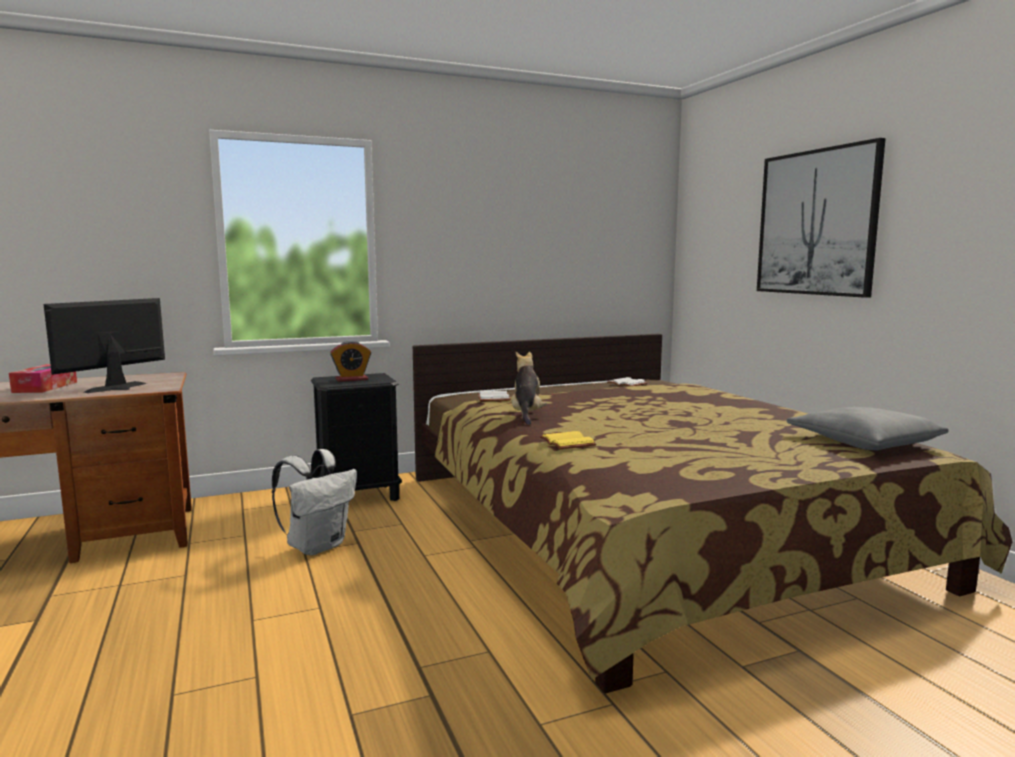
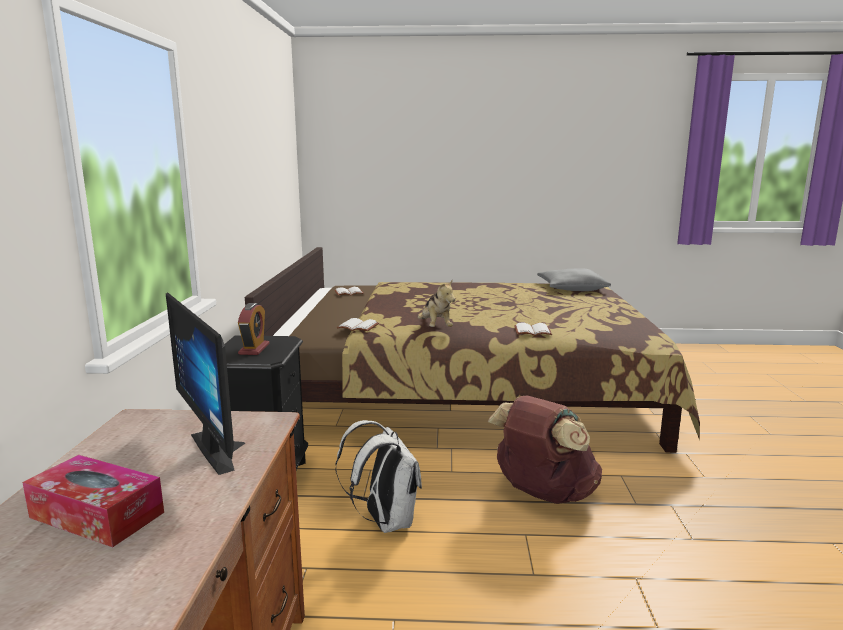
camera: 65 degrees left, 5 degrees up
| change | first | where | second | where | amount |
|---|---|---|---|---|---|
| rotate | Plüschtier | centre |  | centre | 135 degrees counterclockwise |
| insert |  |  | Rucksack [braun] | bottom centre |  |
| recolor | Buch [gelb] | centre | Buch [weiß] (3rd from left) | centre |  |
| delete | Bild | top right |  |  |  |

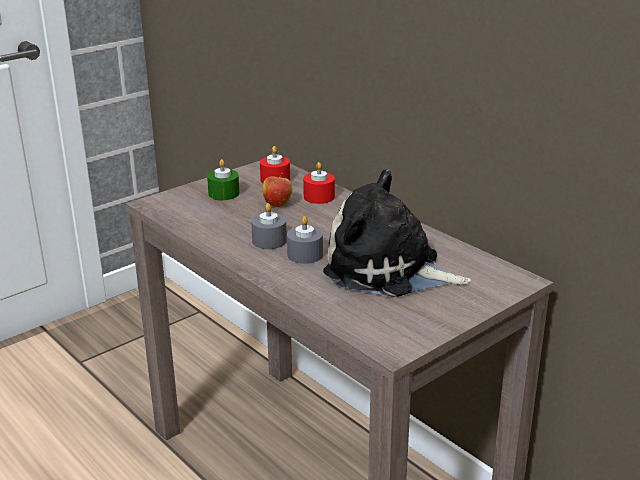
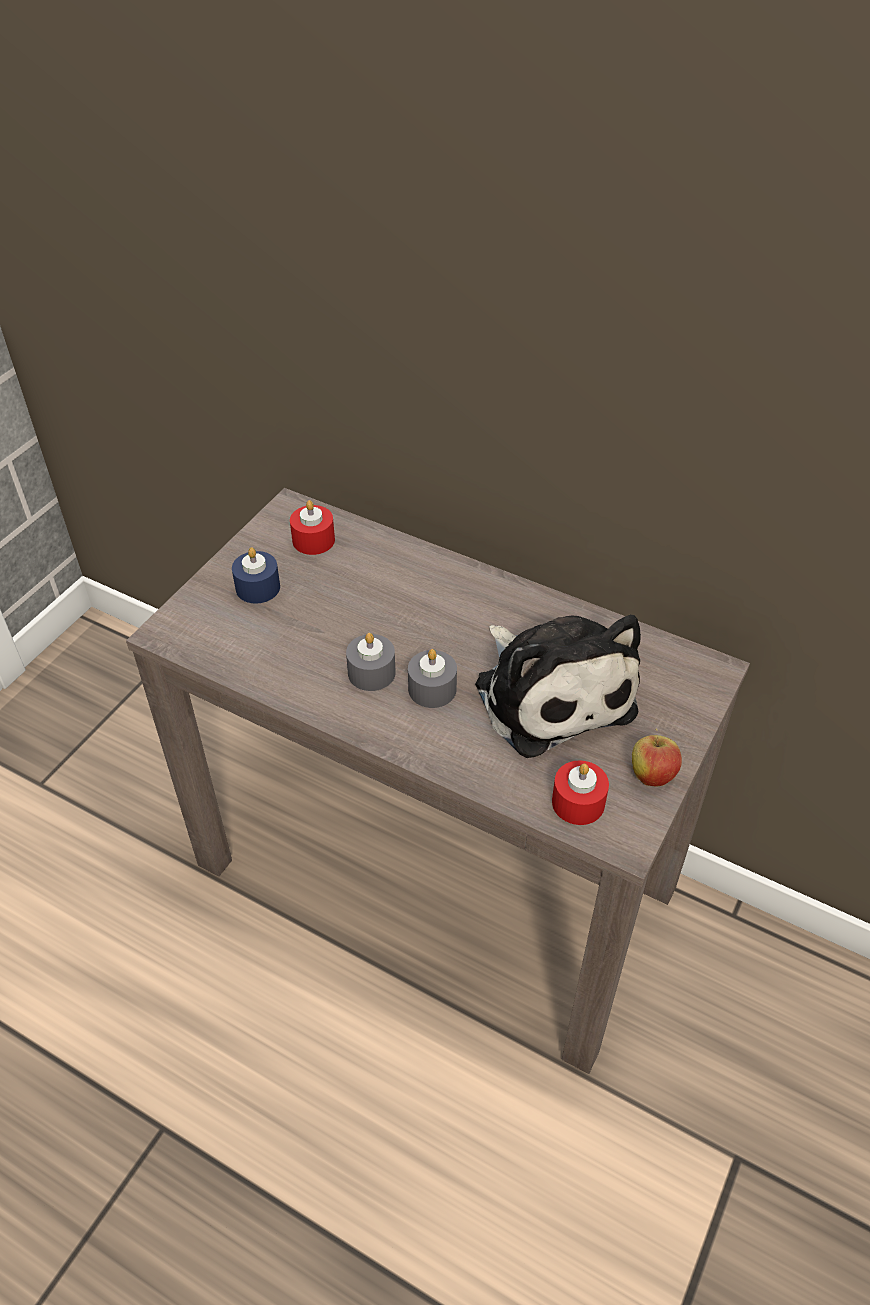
camera: 20 degrees left, 20 degrees up
| change | first | where | second | where | amount |
|---|---|---|---|---|---|
| recolor | Kerze [grün] | centre | Kerze [blau] | middle left |  |
| rotate | Plüschtier | centre |  | centre | 120 degrees counterclockwise |
| move | Kerze [rot] (2nd from left) | centre |  | middle right |  |
| move | Apfel | centre |  | middle right |  |

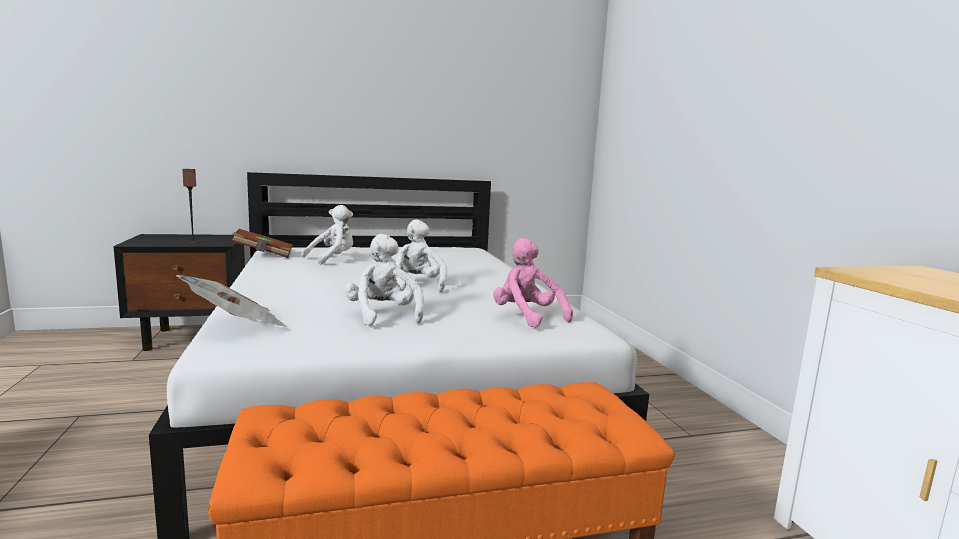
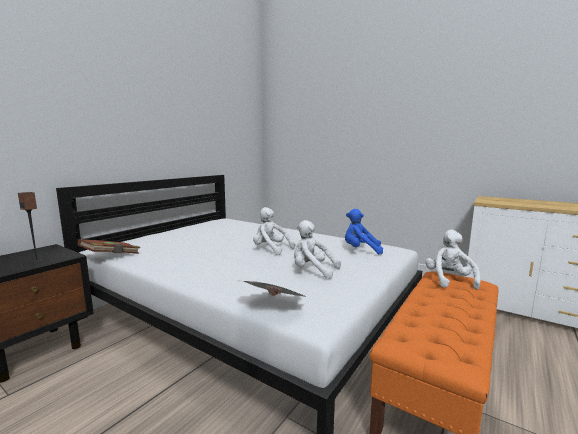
camera: 40 degrees left, 0 degrees up
| change | first | where | second | where | amount |
|---|---|---|---|---|---|
| recolor | Plüschtier [rosa] | centre | Plüschtier [blau] | centre |  |
| move | Plüschtier [weiß] (1st from left in the first image) | centre | Plüschtier [weiß] (3rd from left) | middle right |  |

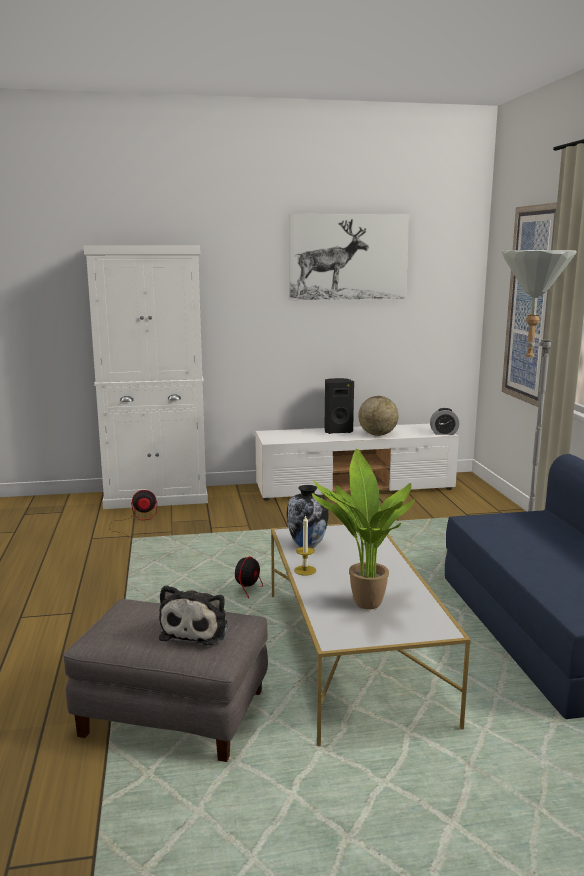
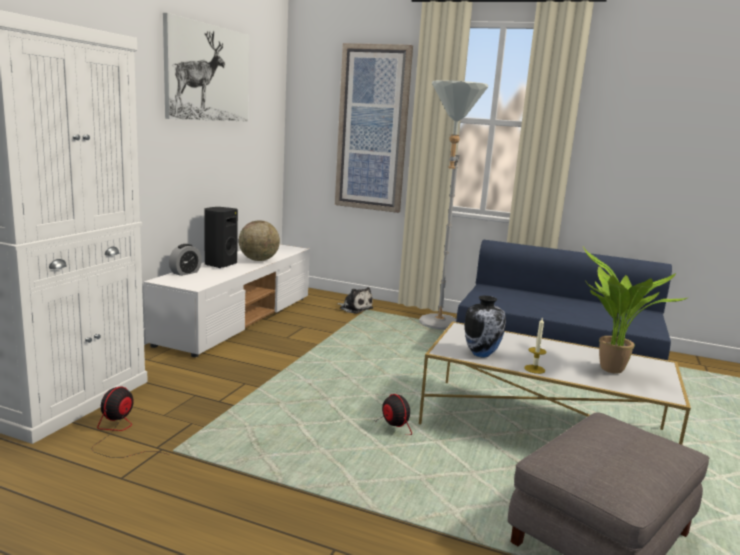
camera: 60 degrees left, 0 degrees up
| change | first | where | second | where | amount |
|---|---|---|---|---|---|
| move | Wecker | middle right |  | middle left |  |
| move | Plüschtier | bottom left |  | centre |  |

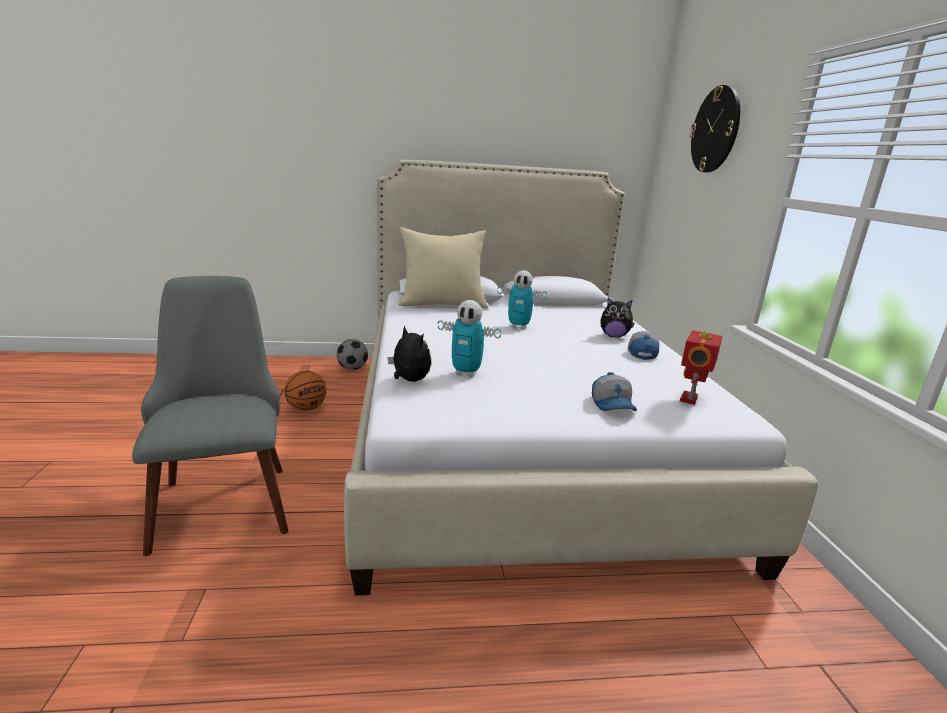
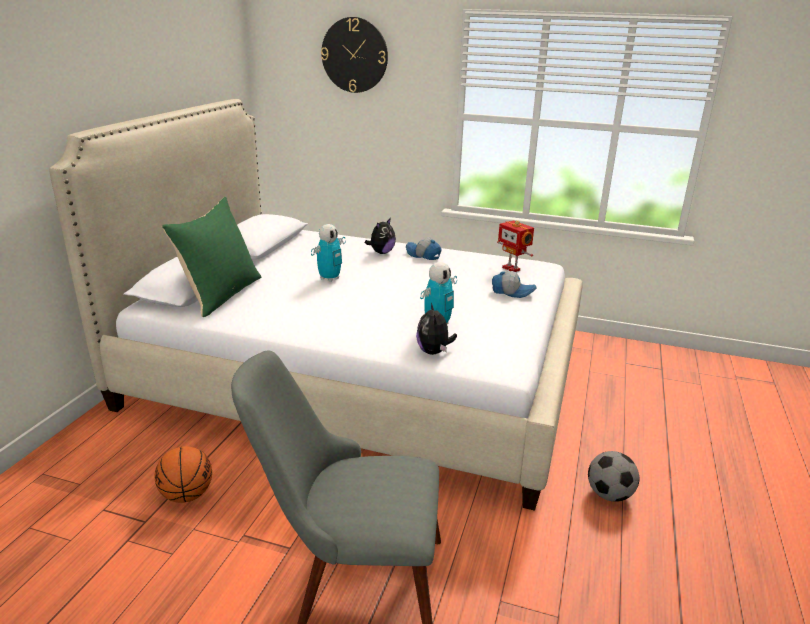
camera: 65 degrees left, 5 degrees up
| change | first | where | second | where | amount |
|---|---|---|---|---|---|
| recolor | Kissen [beige] | centre | Kissen [grün] | middle left |  |
| rotate | Plüschtier (1st from left in the first image) | centre | Plüschtier (2nd from left) | centre | 75 degrees counterclockwise |
| move | Fußball | centre |  | bottom right |  |

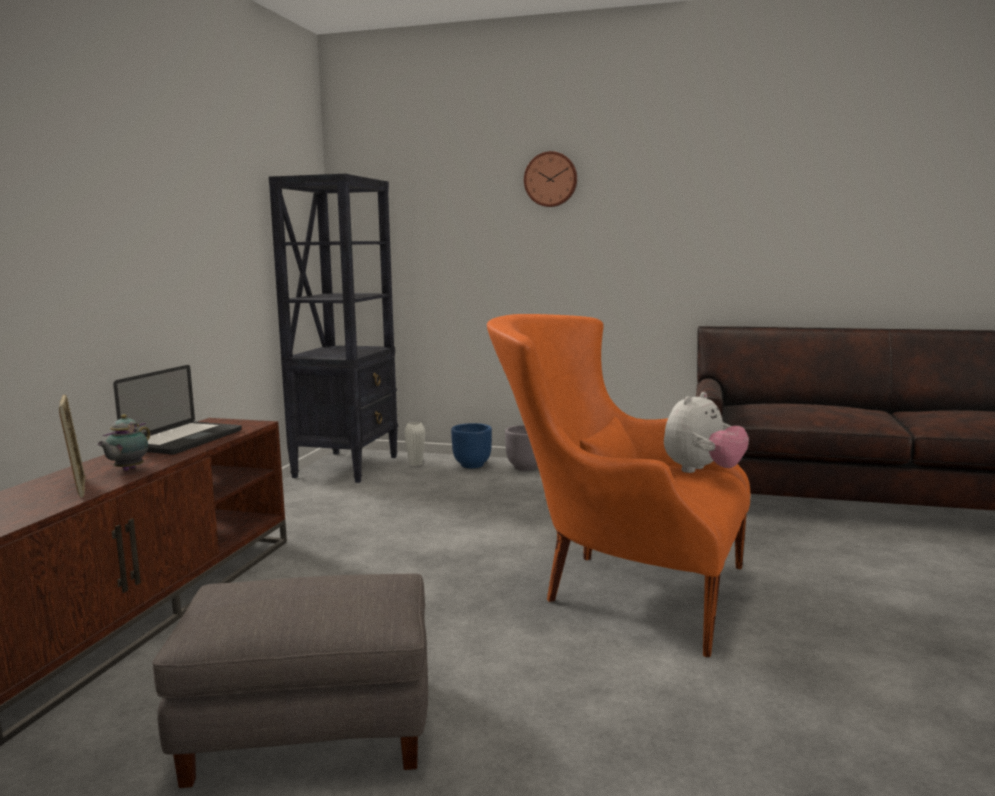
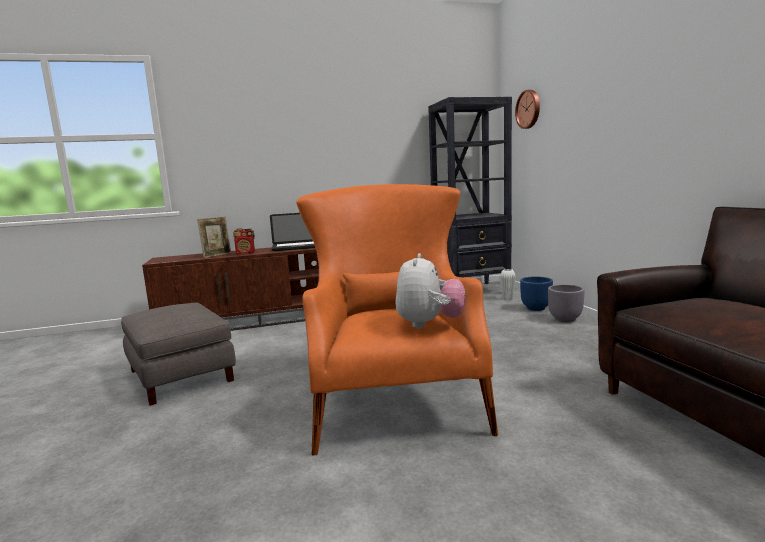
camera: 60 degrees right, 0 degrees up
| change | first | where | second | where | amount |
|---|---|---|---|---|---|
| replace | Teekanne | middle left | Radio | middle left |  |
| rotate | Plüschtier | middle right |  | centre | 90 degrees counterclockwise |
| move | Wanduhr | top centre |  | top right |  |

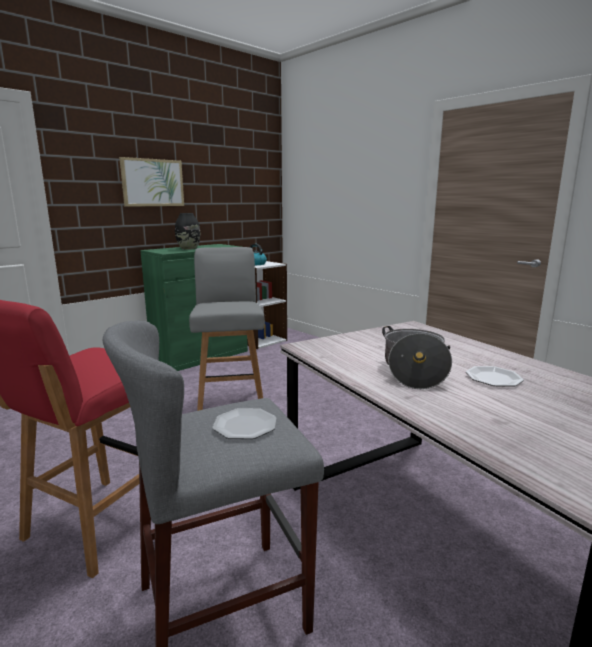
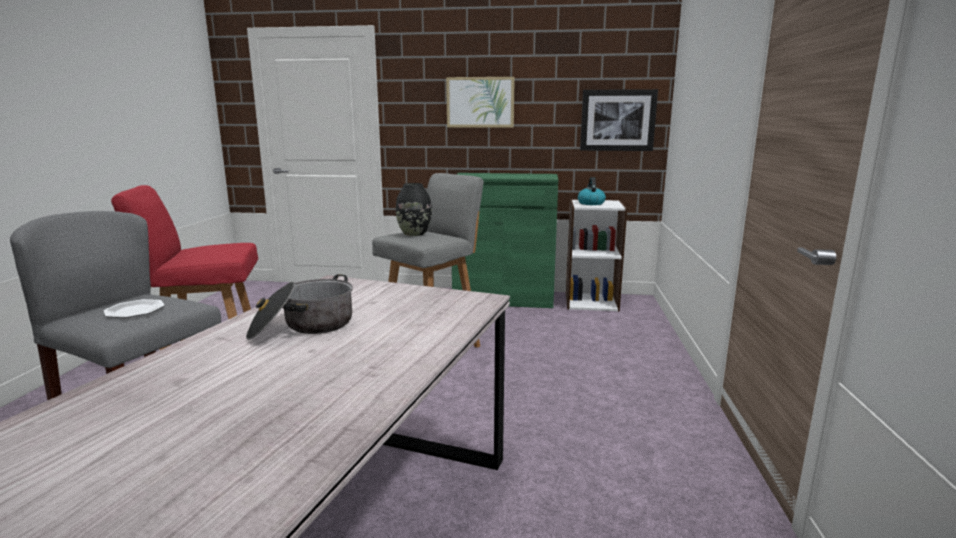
camera: 50 degrees right, 0 degrees up
| change | first | where | second | where | amount |
|---|---|---|---|---|---|
| move | Vase [schwarz] | middle left |  | centre |  |
| insert |  |  | Bild (2nd from left) | top centre |  |
| delete | Teller (2nd from left) | middle right |  |  |  |

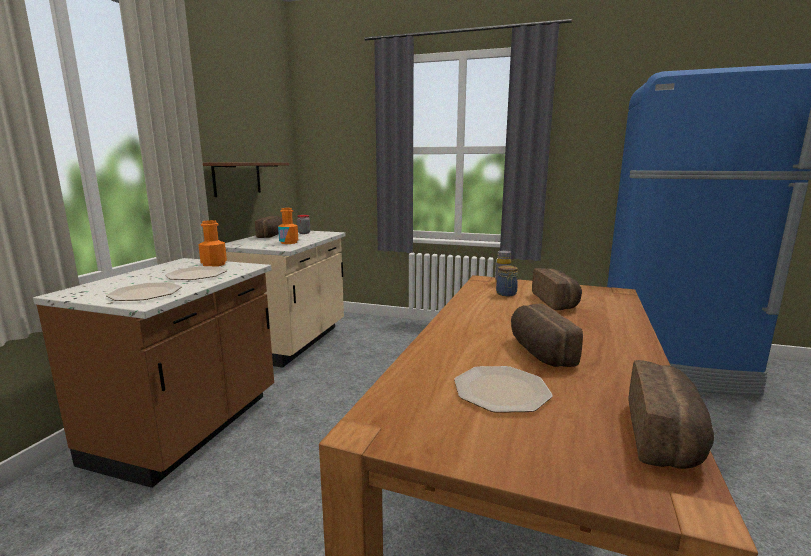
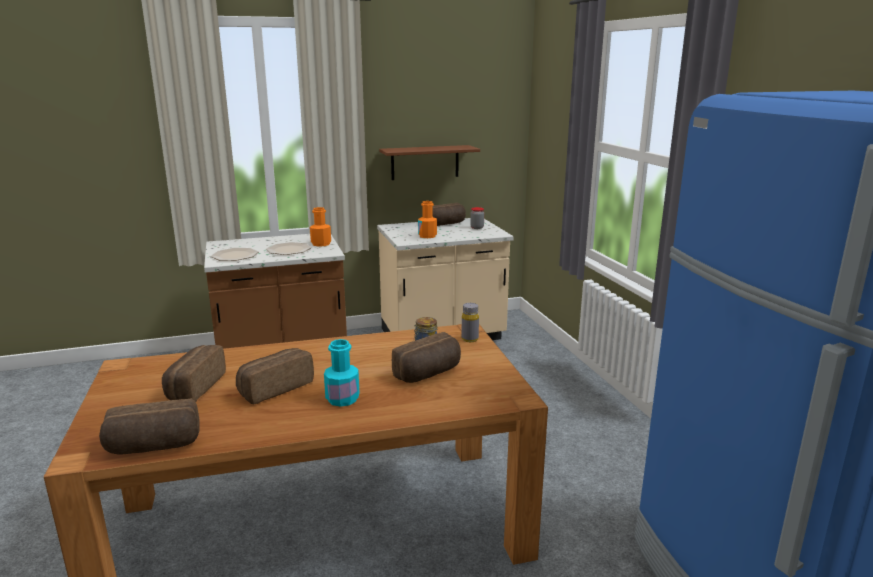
camera: 55 degrees right, 5 degrees up
| change | first | where | second | where | amount |
|---|---|---|---|---|---|
| replace | Teller (3rd from left) | bottom centre | Brot (2nd from left) | middle left |  |
| insert |  |  | Flasche [türkis] | centre |  |

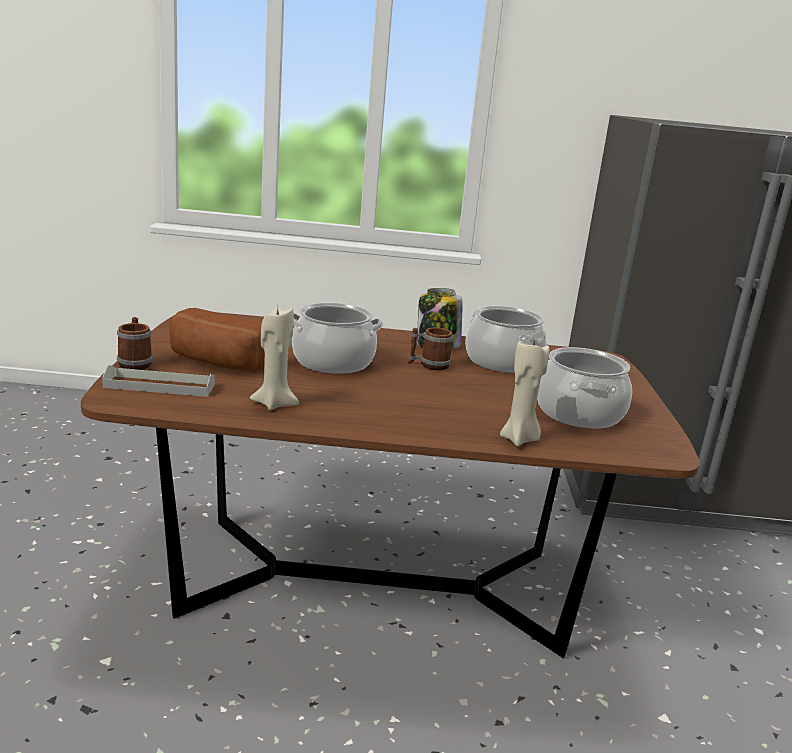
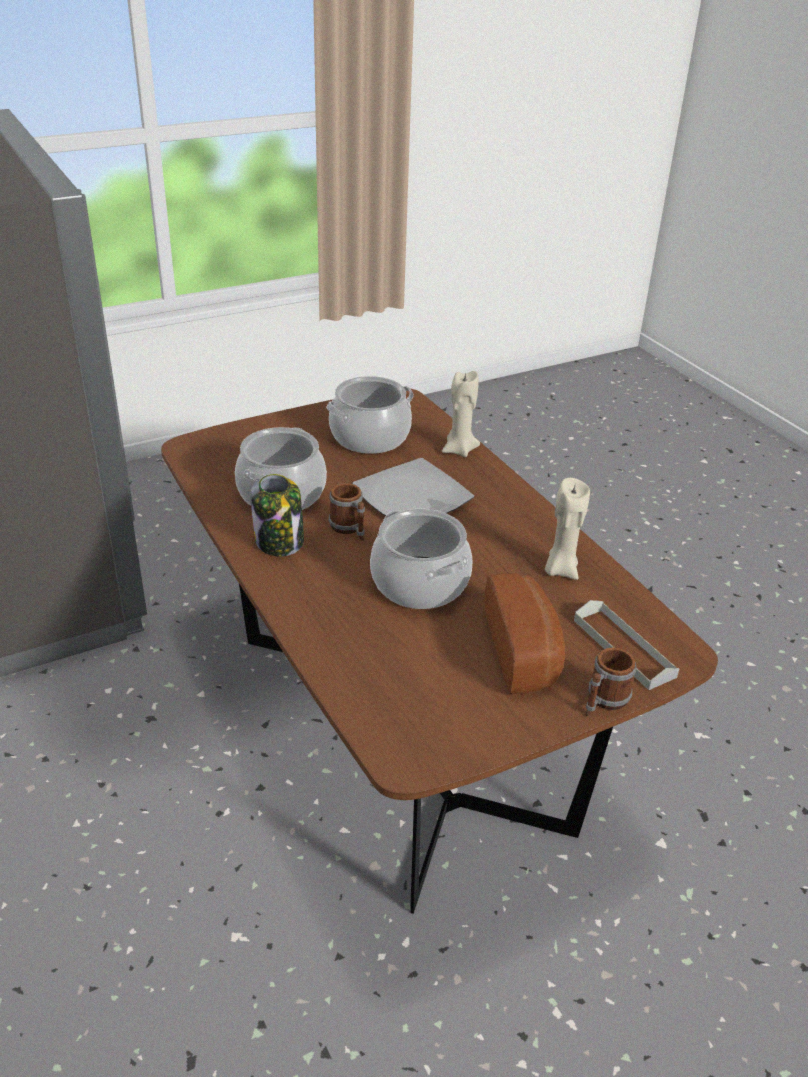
camera: 120 degrees left, 15 degrees up
| change | first | where | second | where | amount |
|---|---|---|---|---|---|
| insert |  |  | Teller | centre |  |

